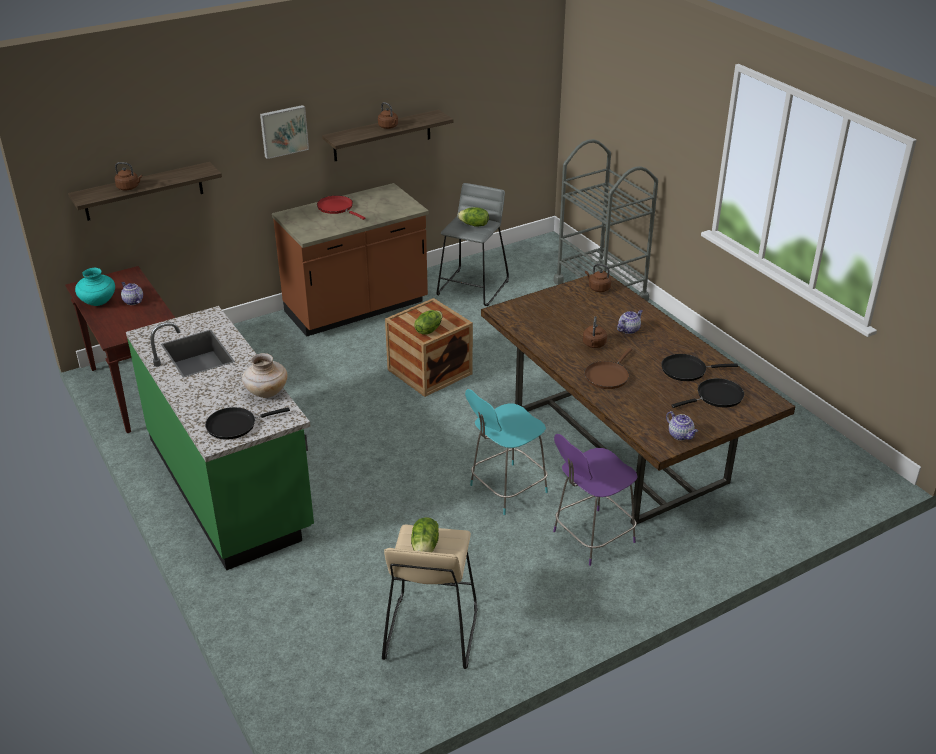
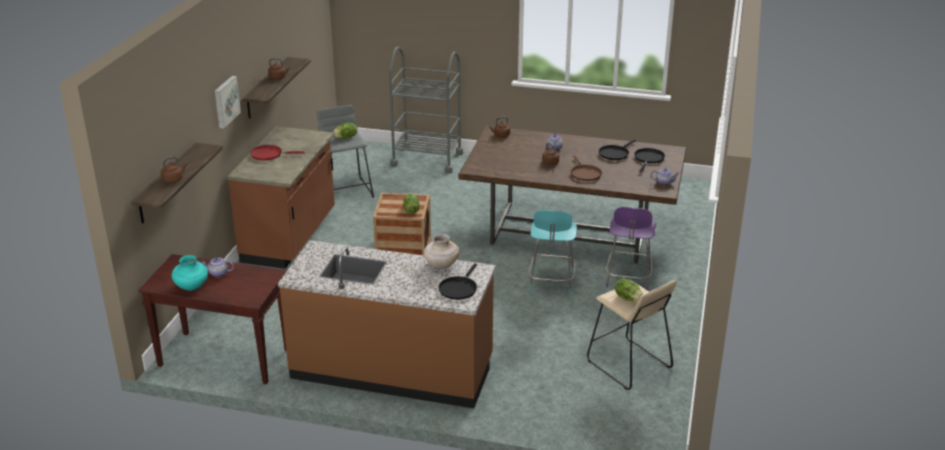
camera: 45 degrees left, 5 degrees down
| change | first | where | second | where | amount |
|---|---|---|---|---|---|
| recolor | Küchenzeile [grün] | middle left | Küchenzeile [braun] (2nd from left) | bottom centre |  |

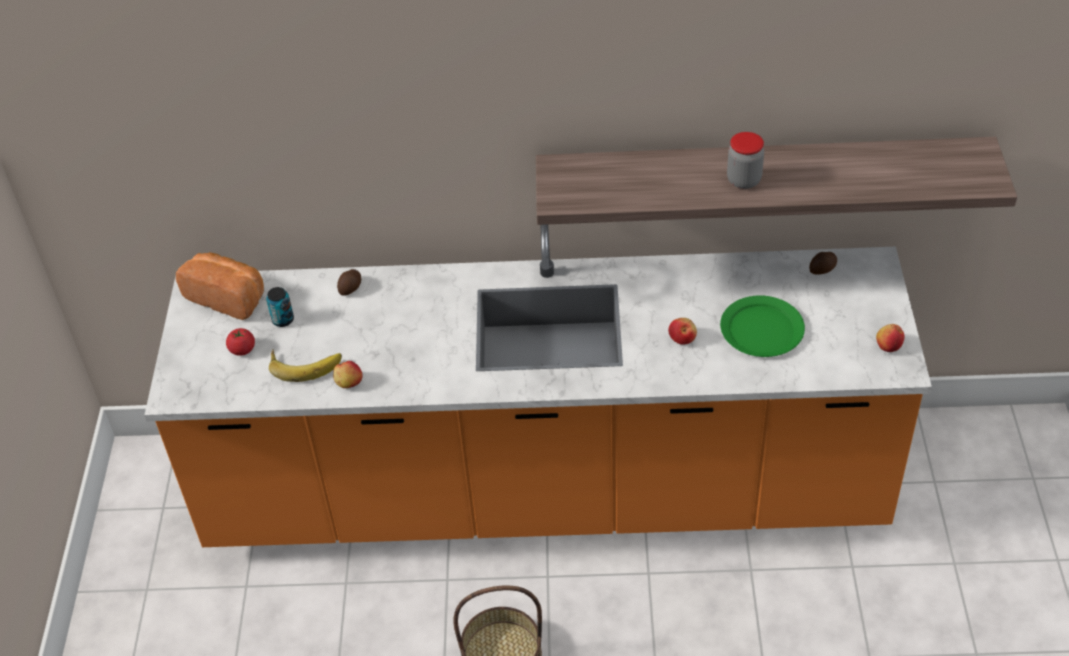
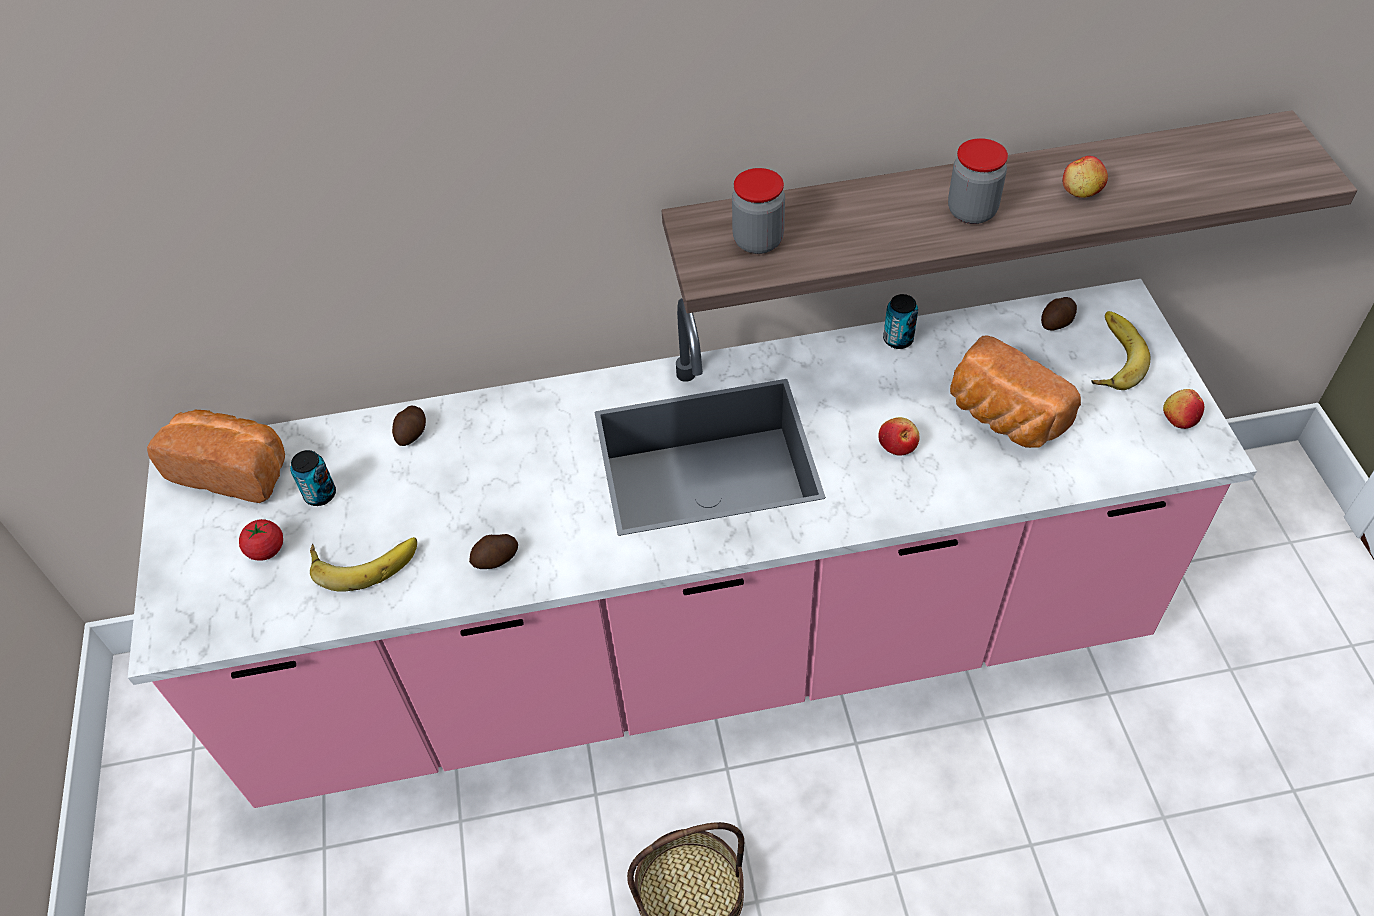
camera: 10 degrees left, 5 degrees up
| change | first | where | second | where | amount |
|---|---|---|---|---|---|
| recolor | Küchenzeile [orange] | centre | Küchenzeile [rosa] | centre |  |
| insert |  |  | Kartoffel (2nd from left) | centre |  |
| insert |  |  | Vorratsglas (1st from left) | top centre |  |
| insert |  |  | Dose (2nd from left) | centre |  |
| replace | Teller [grün] | middle right | Brot (2nd from left) | middle right |  |
| move | Apfel (1st from left in the first image) | middle left | Apfel (2nd from left) | top right |  |
| insert |  |  | Banane (2nd from left) | middle right |  |

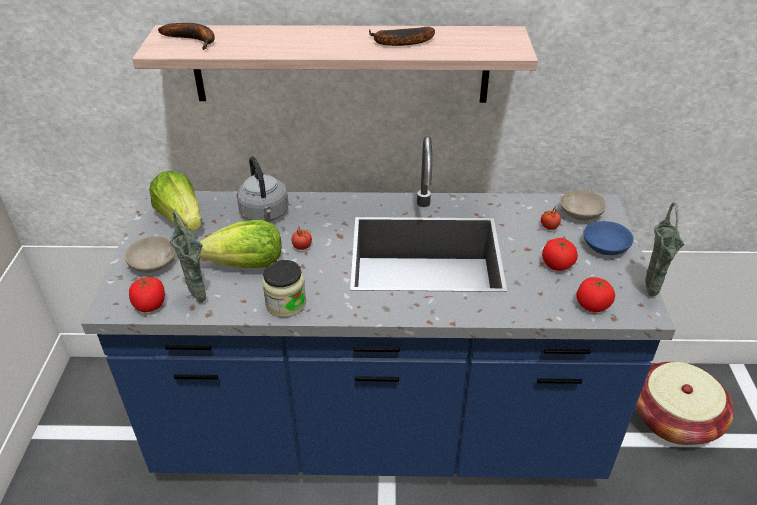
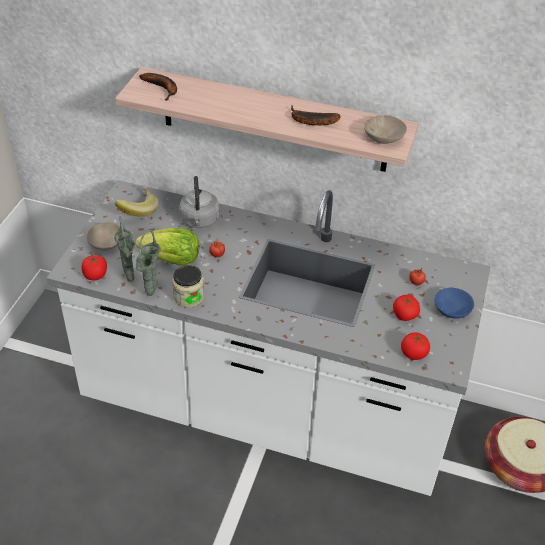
camera: 15 degrees right, 5 degrees up
| change | first | where | second | where | amount |
|---|---|---|---|---|---|
| recolor | Küchenzeile [blau] | centre | Küchenzeile [weiß] | centre |  |
| replace | Salatkopf (1st from left) | middle left | Banane (1st from left) | middle left |  |
| move | Vase [grün] (2nd from left) | middle right |  | middle left |  |
| move | Schüssel [beige] (2nd from left) | middle right |  | top right |  |

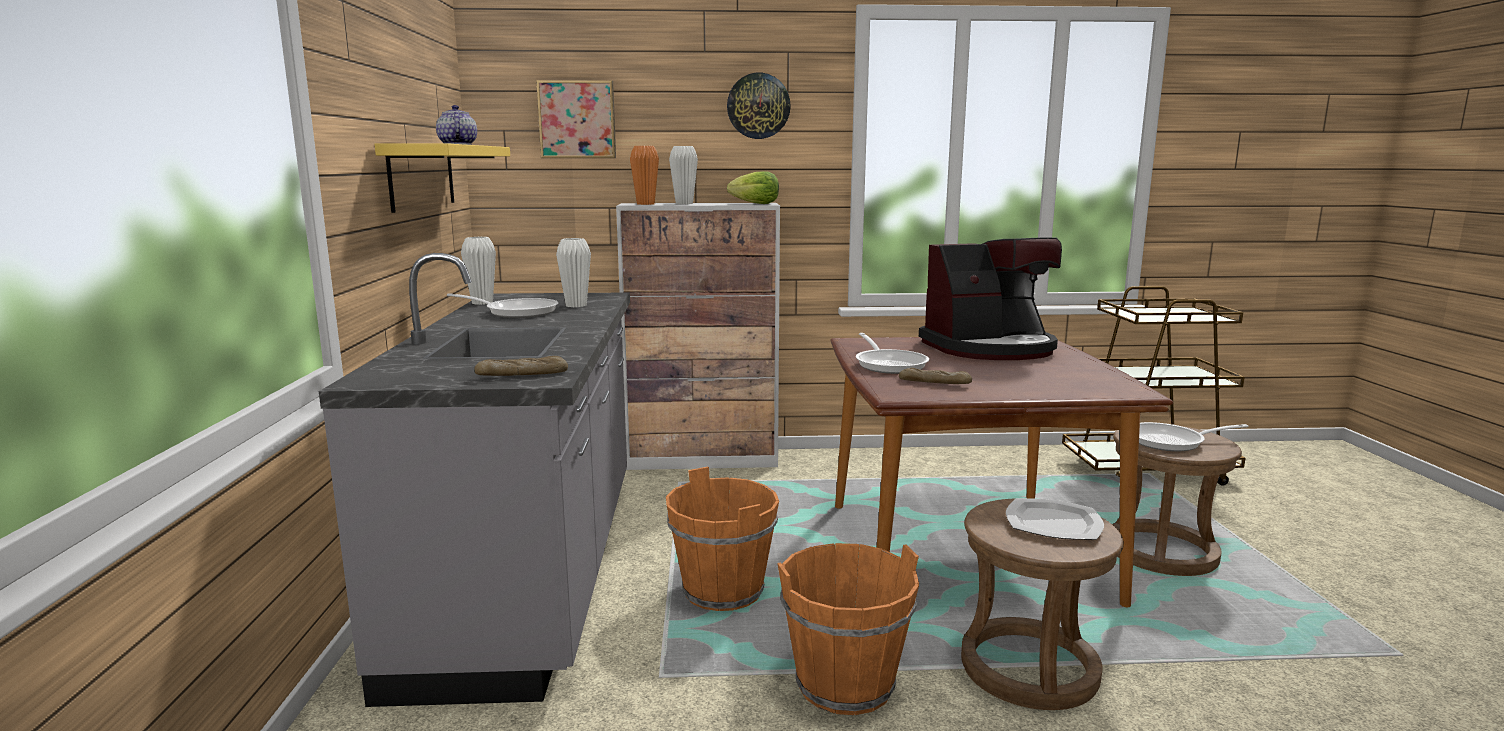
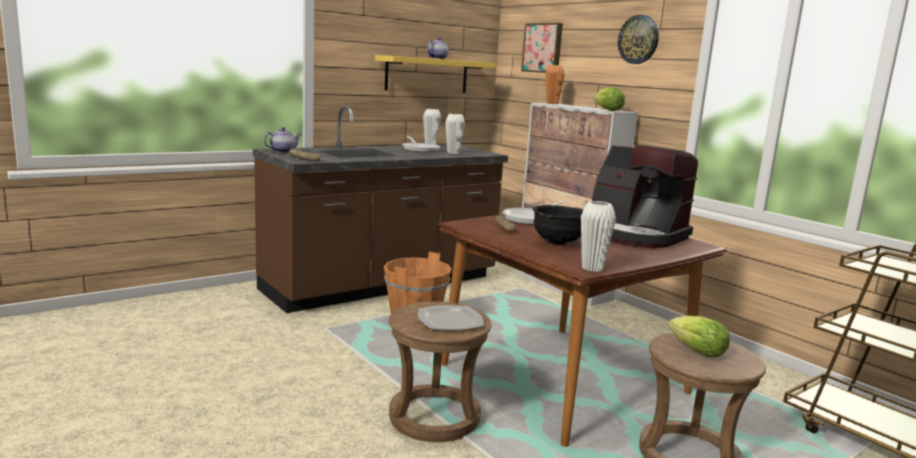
camera: 55 degrees right, 0 degrees up
| change | first | where | second | where | amount |
|---|---|---|---|---|---|
| recolor | Küchenzeile [grau] | middle left | Küchenzeile [braun] | centre |  |
| insert |  |  | Teekanne (1st from left) | top left |  |
| insert |  |  | Schüssel [schwarz] | centre |  |
| move | Vase [weiß] (3rd from left) | top centre |  | centre |  |
| replace | Pfanne (3rd from left) | middle right | Salatkopf (2nd from left) | bottom right |  |
| delete | Eimer [orange] (2nd from left) | bottom centre |  |  |  |

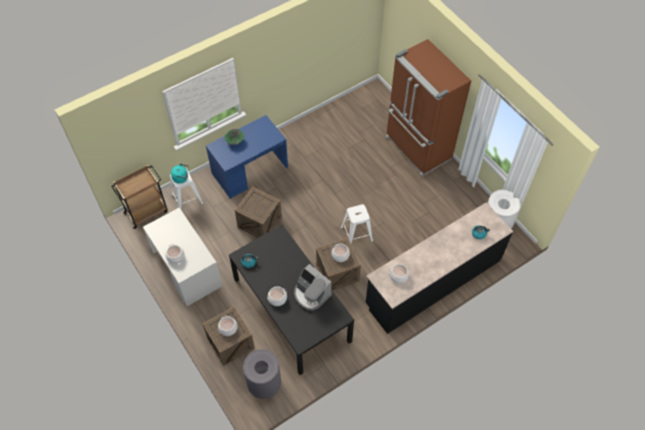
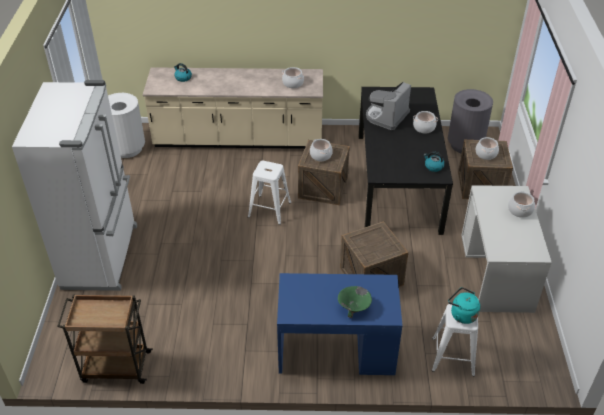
camera: 145 degrees left, 15 degrees down
| change | first | where | second | where | amount |
|---|---|---|---|---|---|
| recolor | Kühlschrank [braun] | top centre | Kühlschrank [weiß] | middle left |  |
| move | Rollwagen [braun] | middle left |  | bottom left |  |
| recolor | Küchenzeile [schwarz] | middle right | Küchenzeile [beige] | top centre |  |
| rotate | Kaffeemaschine | bottom centre |  | top centre | 135 degrees counterclockwise |

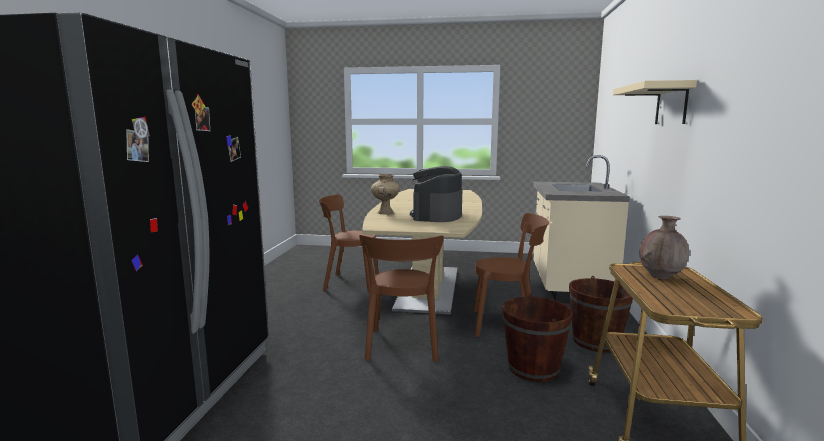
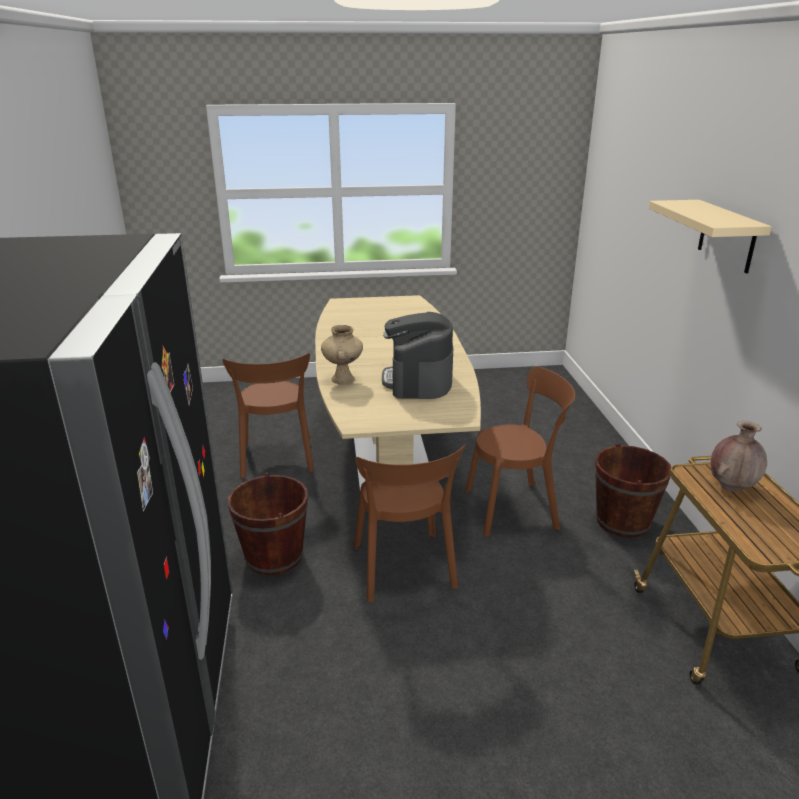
camera: 15 degrees left, 15 degrees up
| change | first | where | second | where | amount |
|---|---|---|---|---|---|
| rotate | Stuhl [braun] (1st from left) | centre |  | centre | 90 degrees counterclockwise |
| move | Eimer [braun] (1st from left) | bottom centre |  | centre |  |
| delete | Küchenzeile [beige] | middle right |  |  |  |

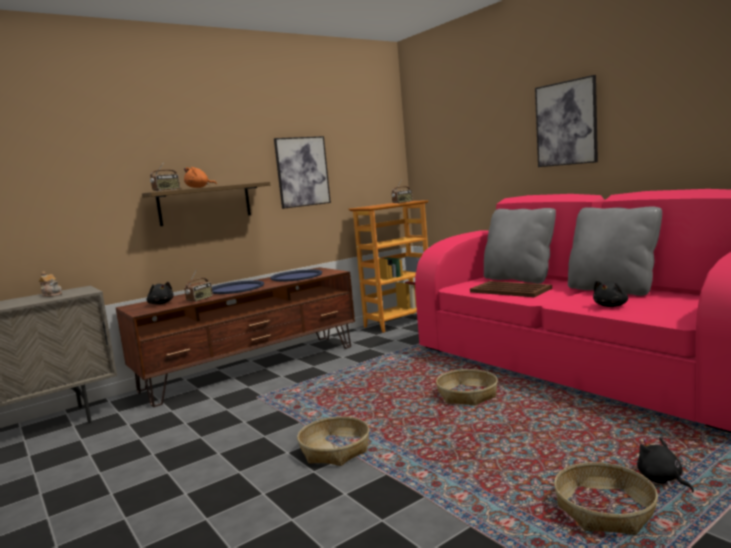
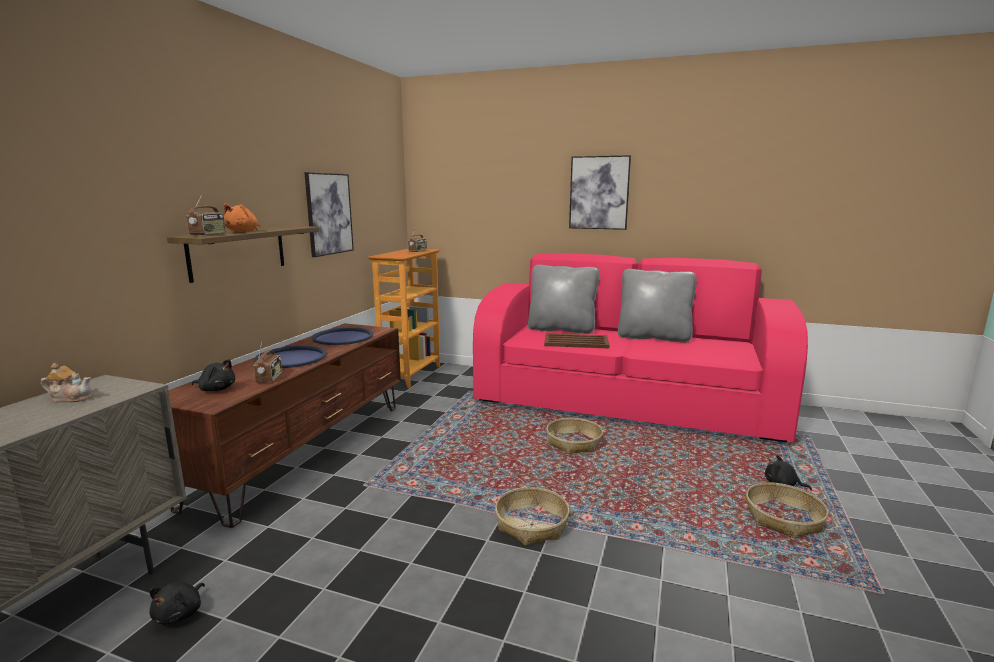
camera: 35 degrees left, 5 degrees up
| change | first | where | second | where | amount |
|---|---|---|---|---|---|
| move | Plüschtier [schwarz] (2nd from left in the first image) | middle right | Plüschtier [schwarz] (1st from left) | bottom left |  |

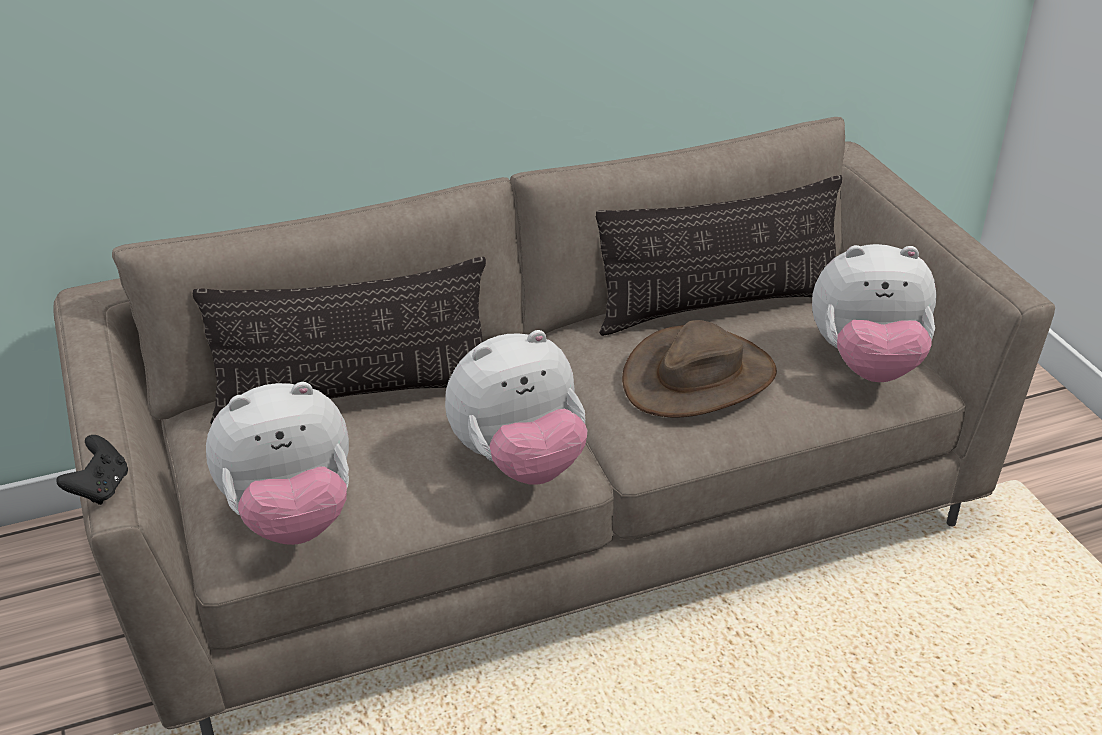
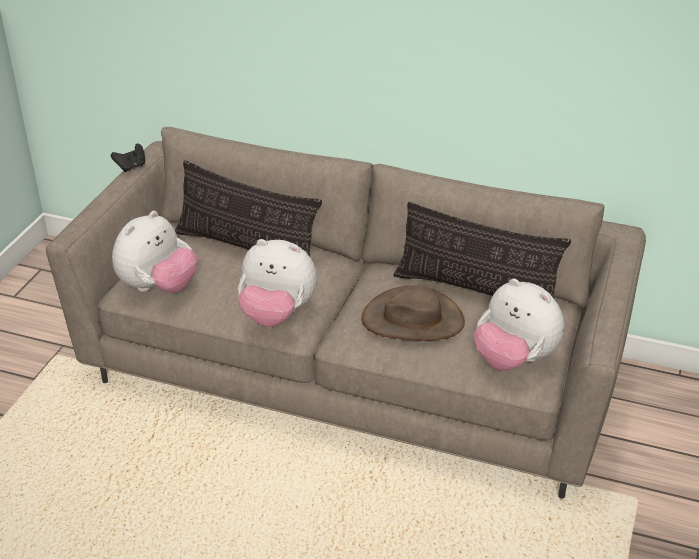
camera: 40 degrees right, 0 degrees up
| change | first | where | second | where | amount |
|---|---|---|---|---|---|
| move | Gamepad [schwarz] | middle left |  | top left |  |
| rotate | Plüschtier (1st from left) | middle left |  | middle left | 75 degrees counterclockwise |

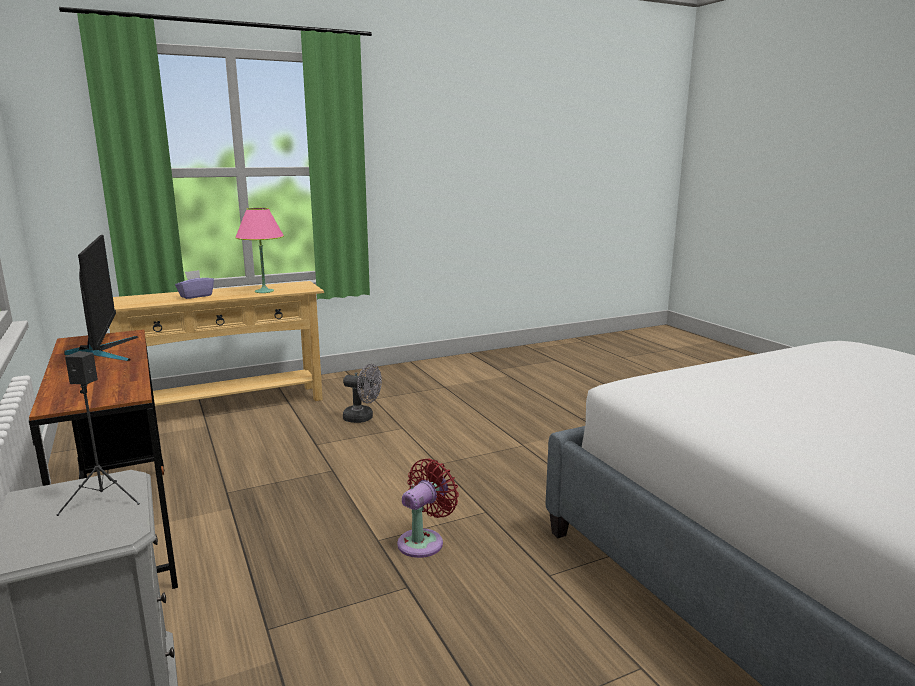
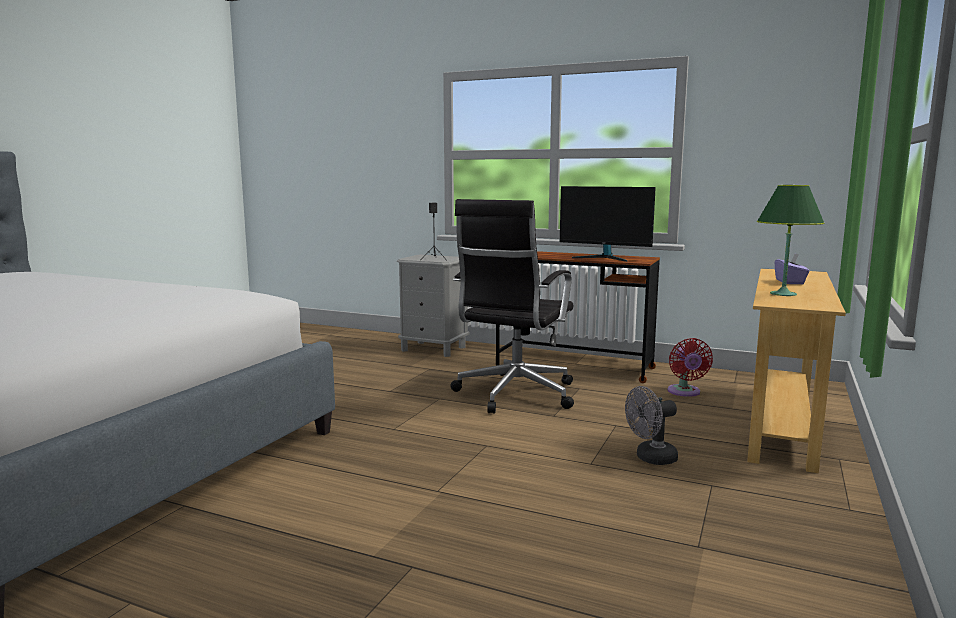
camera: 140 degrees right, 5 degrees down
| change | first | where | second | where | amount |
|---|---|---|---|---|---|
| insert |  |  | Bürostuhl [schwarz] | centre |  |
| move | Ventilator [rot] | bottom centre |  | middle right |  |
| recolor | Tischlampe [rosa] | middle left | Tischlampe [grün] | middle right |  |

